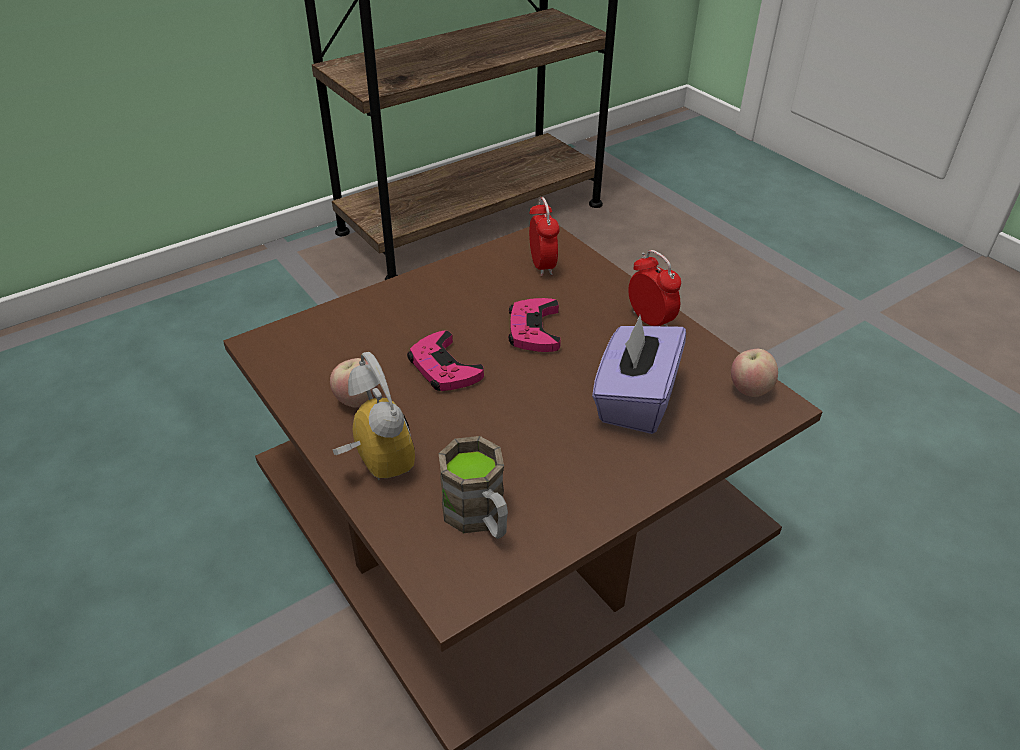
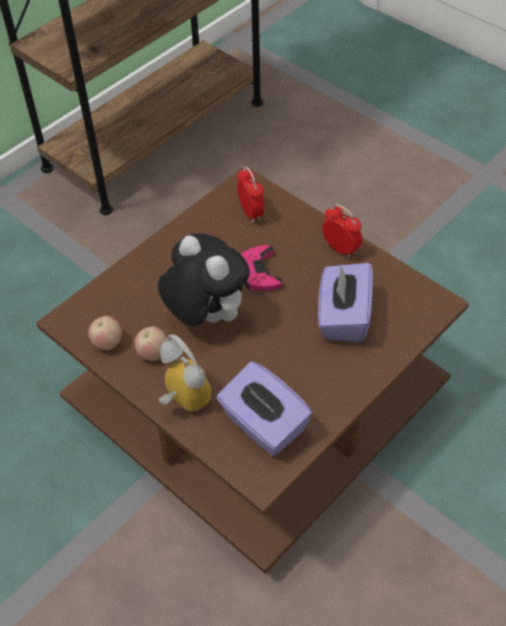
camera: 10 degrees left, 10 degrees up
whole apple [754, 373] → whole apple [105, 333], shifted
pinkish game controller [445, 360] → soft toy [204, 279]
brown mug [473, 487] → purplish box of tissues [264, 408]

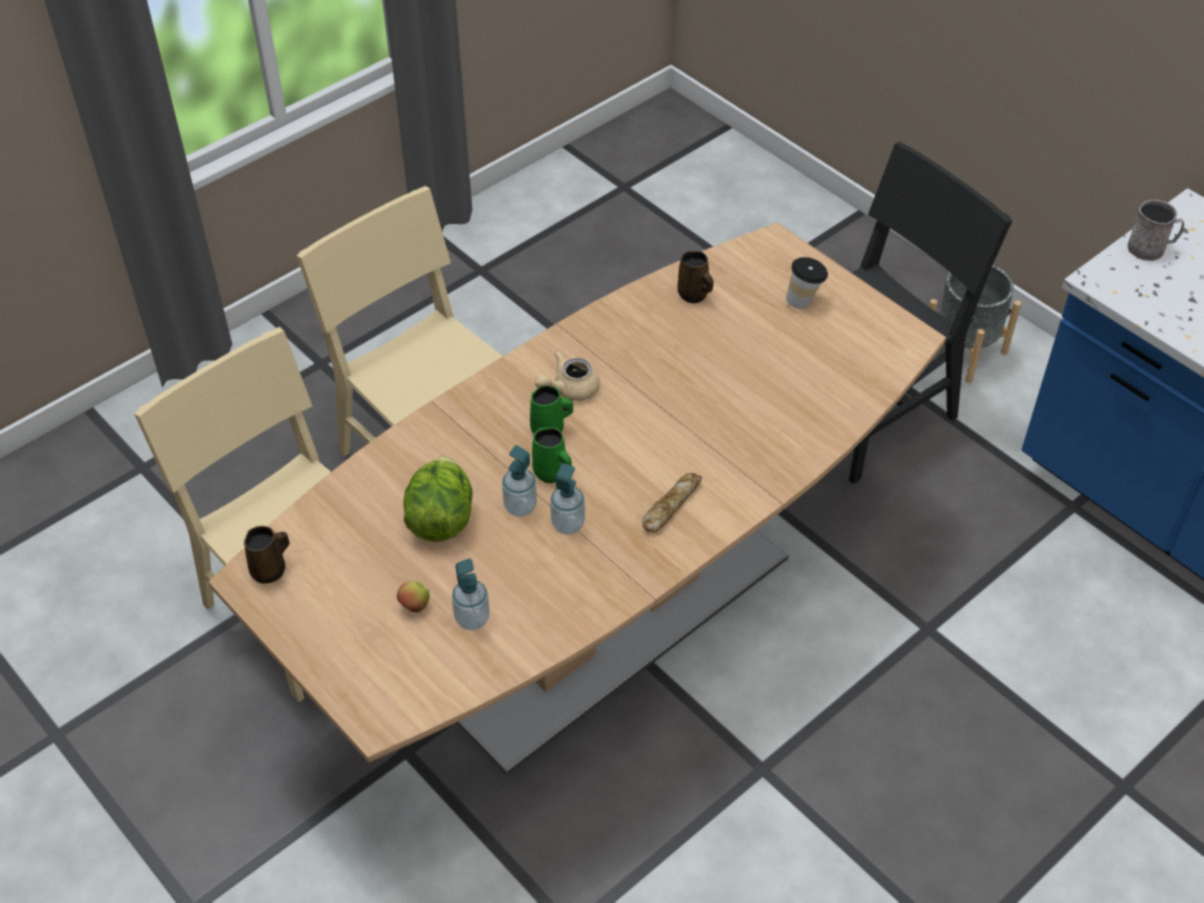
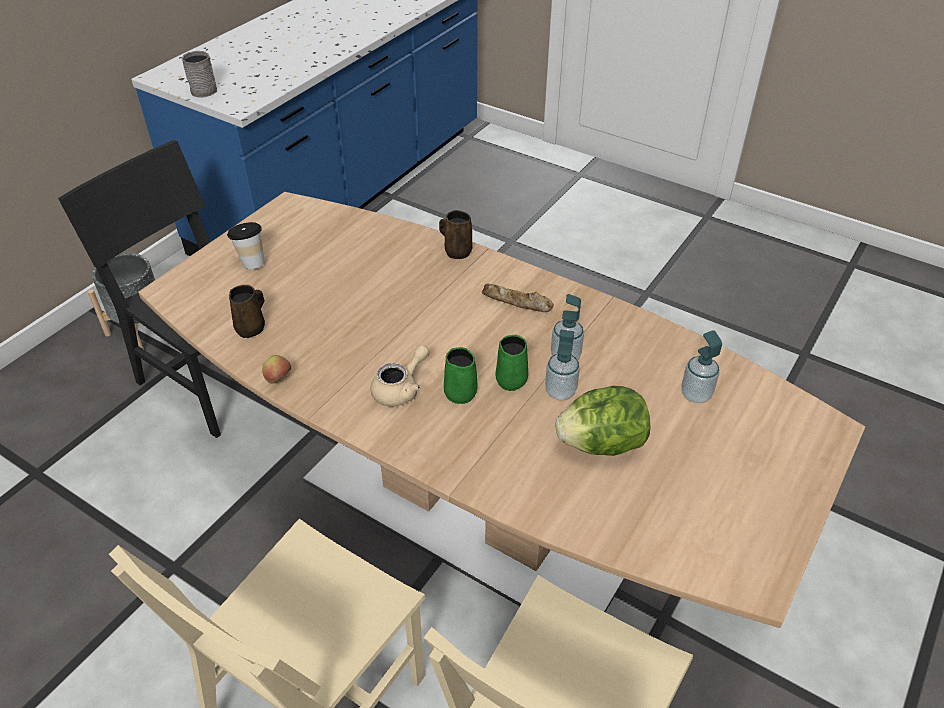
camera: 105 degrees left, 5 degrees down
whole apple [413, 597] → whole apple [276, 369], shifted
sand-coloured teapot [567, 376] → sand-coloured teapot [399, 376], 90 degrees counterclockwise
brown mug [267, 555] → brown mug [455, 234], shifted

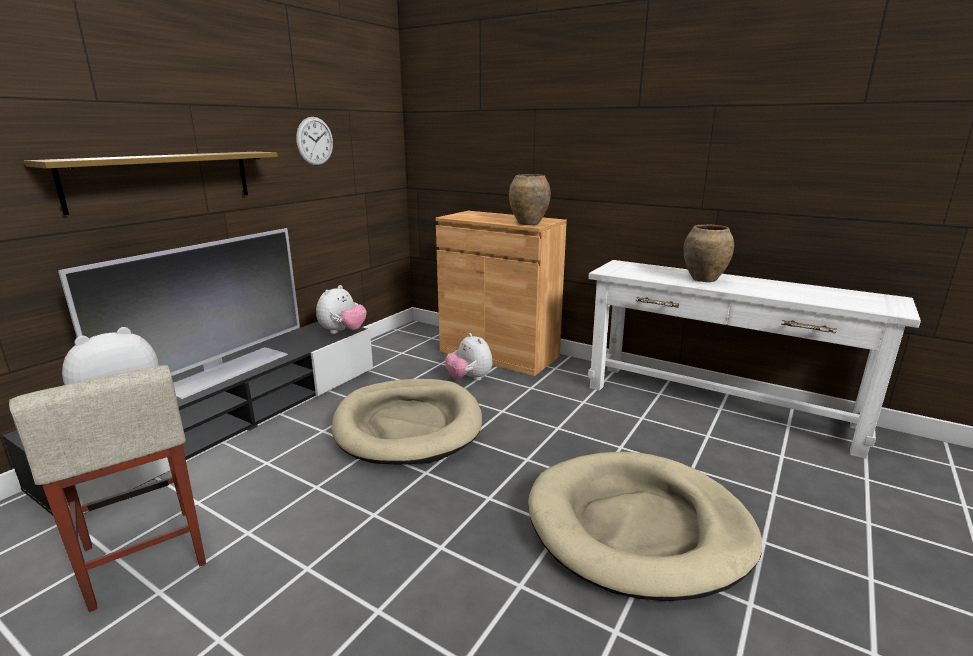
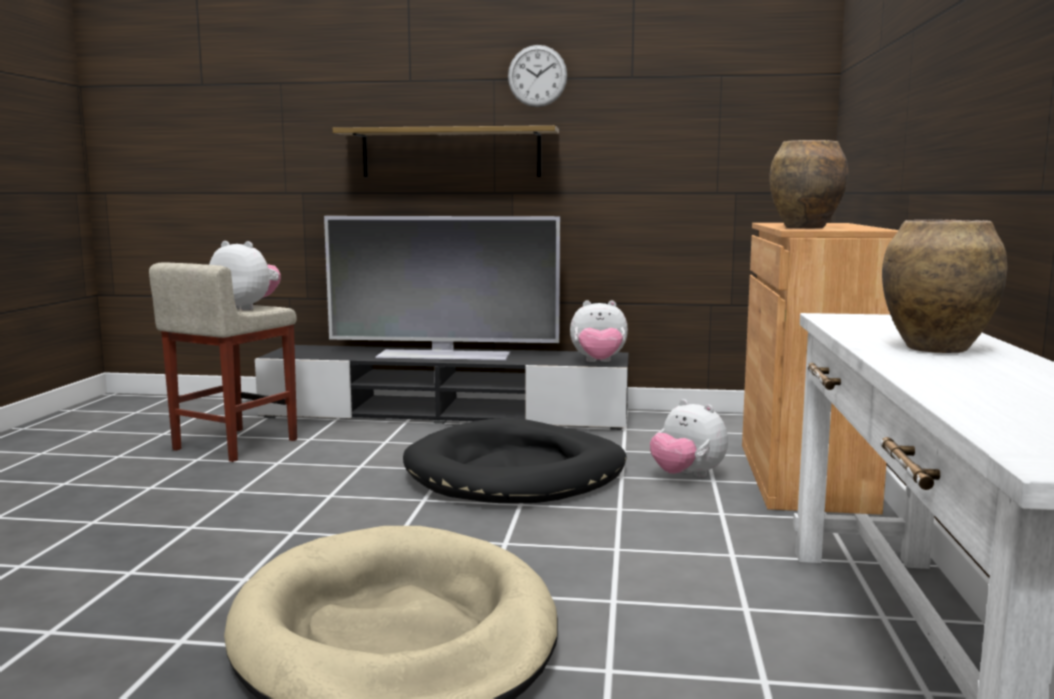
camera: 65 degrees right, 10 degrees down
sand-coloured dog cushion [407, 422] → black dog cushion [515, 460]
wall clock [314, 141] → wall clock [537, 76], shifted
soft toy [469, 357] → soft toy [689, 438], 75 degrees counterclockwise

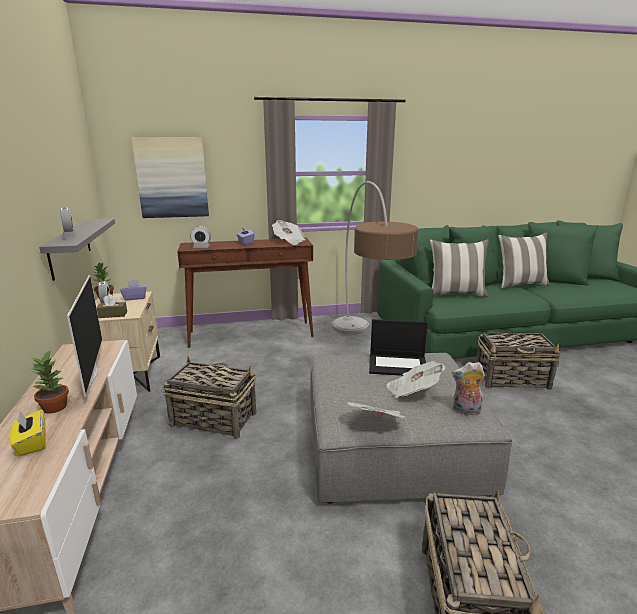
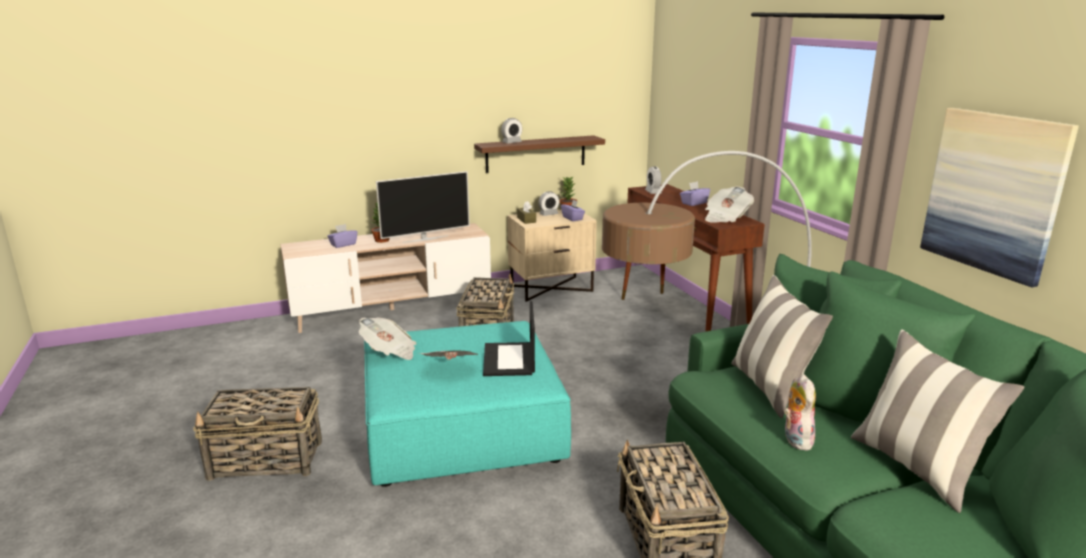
camera: 80 degrees right, 0 degrees up
yellow-coloured box of tissues [28, 433] → purplish box of tissues [342, 236]
gray ottoman [411, 428] → blue-green ottoman [467, 404]
gray bracket shelf [77, 249] → brown bracket shelf [539, 154]
soft toy [468, 388] → soft toy [800, 412], shifted
wall art [170, 177] → wall art [999, 197], shifted

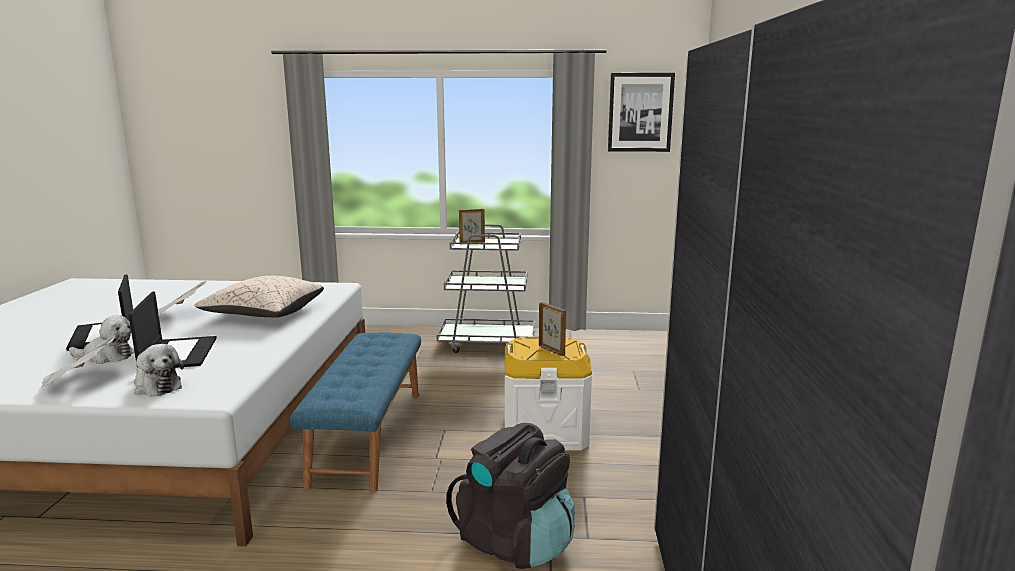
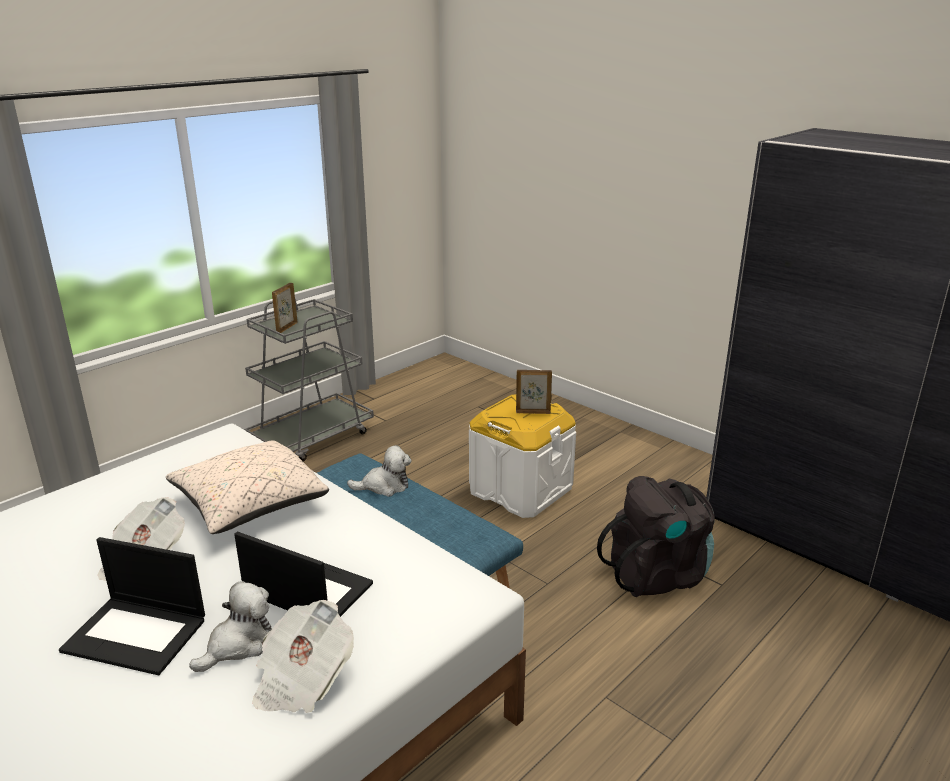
camera: 50 degrees left, 10 degrees up
soft toy [159, 370] → soft toy [379, 471], shifted
wall art [641, 112] → -

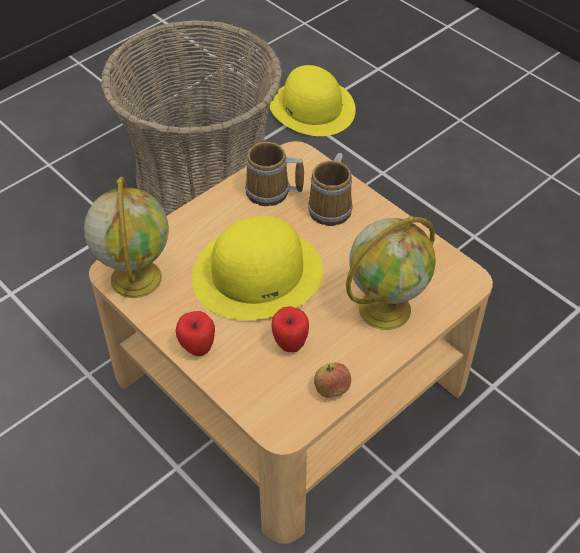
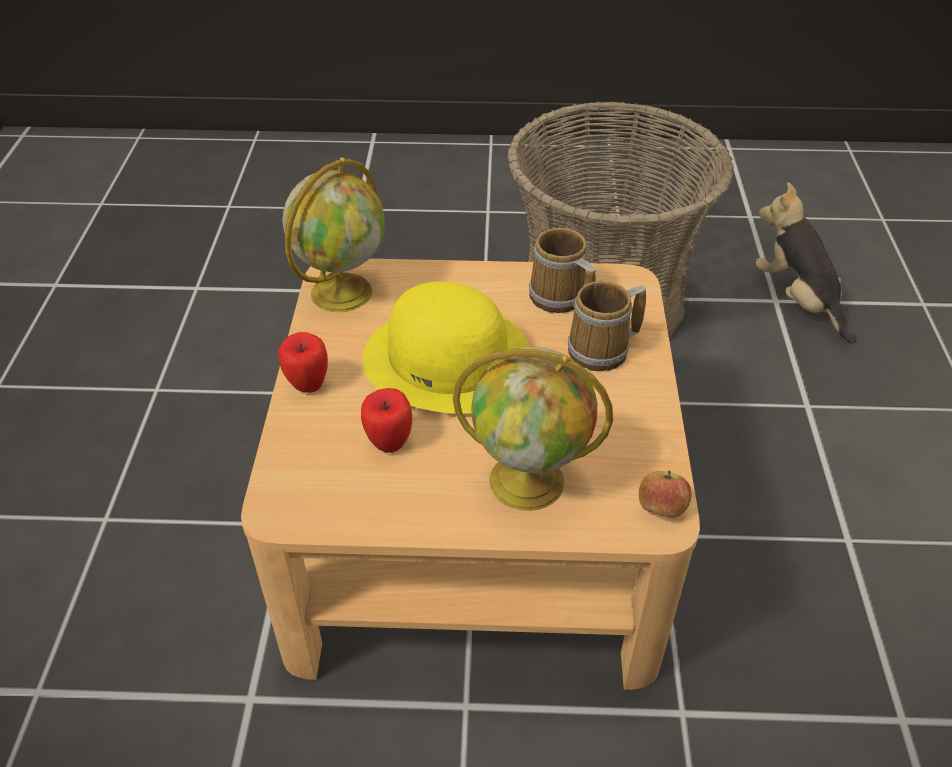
camera: 45 degrees right, 5 degrees down
whole apple [332, 380] → whole apple [665, 494], shifted
yellow-coloured wearable hat [313, 100] → soft toy [806, 263]

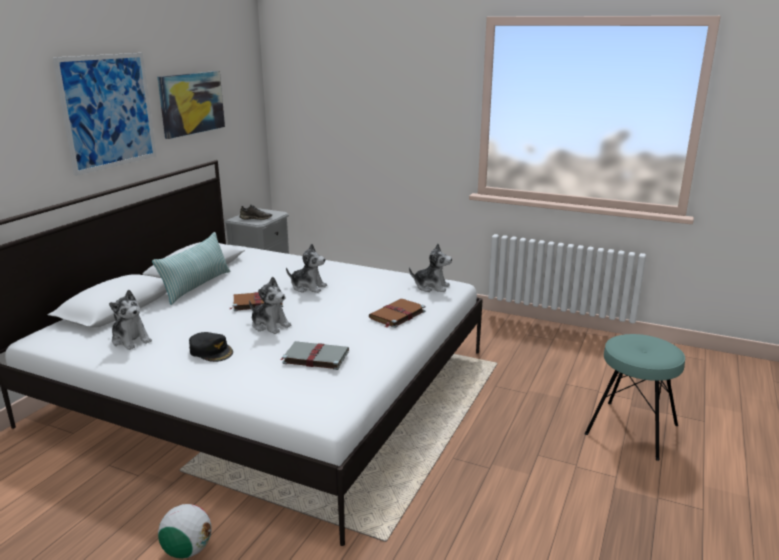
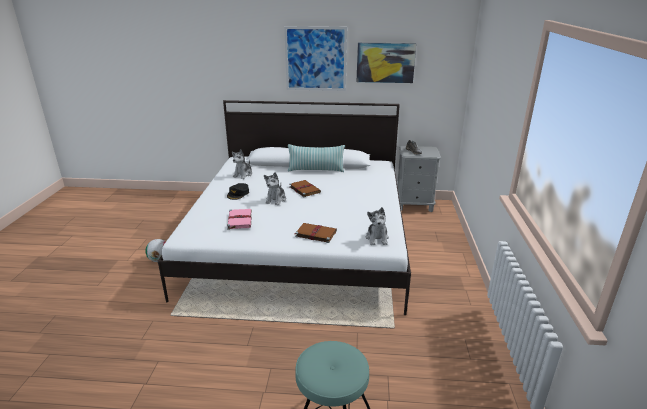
camera: 70 degrees right, 5 degrees up
gray volume [314, 355] → pinkish volume [239, 219]
soft toy [306, 268] → -

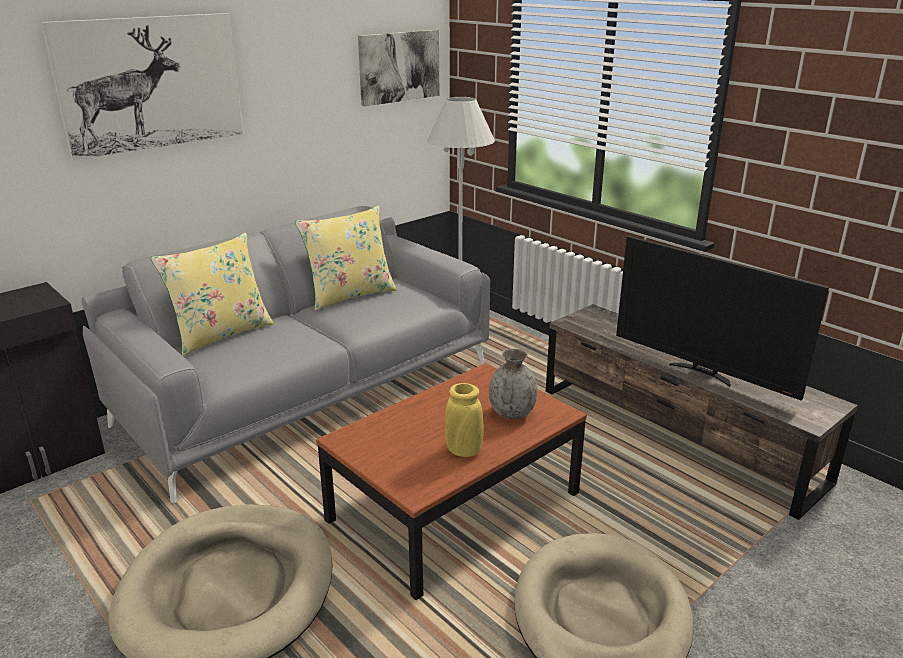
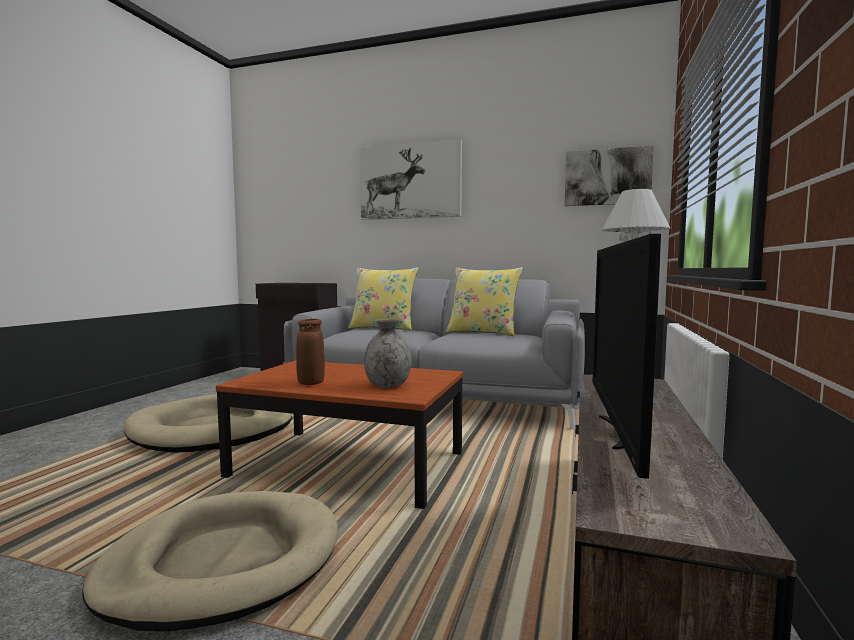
camera: 60 degrees right, 20 degrees down
yellow-coloured decorative vase [464, 420] → brown decorative vase [310, 352]

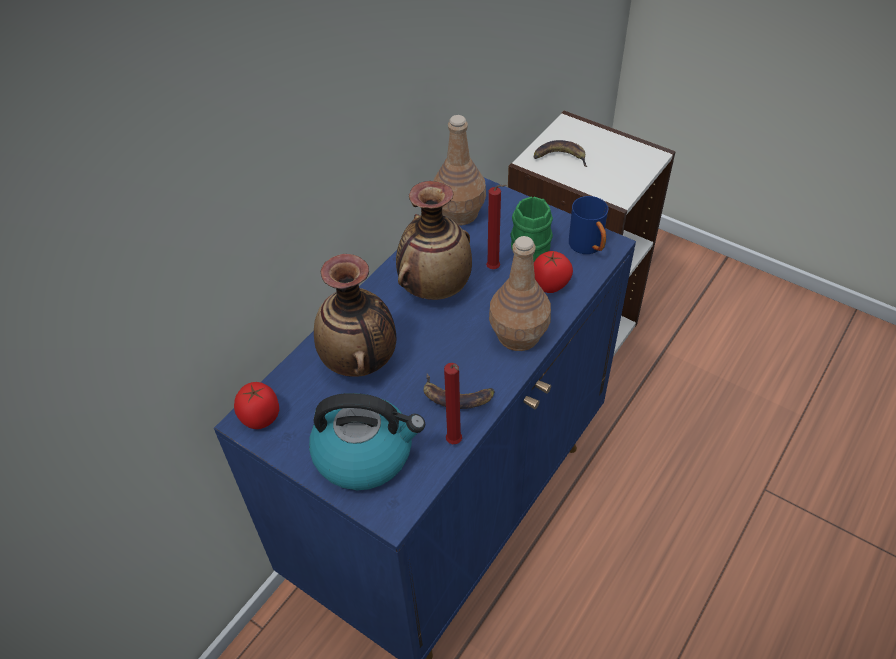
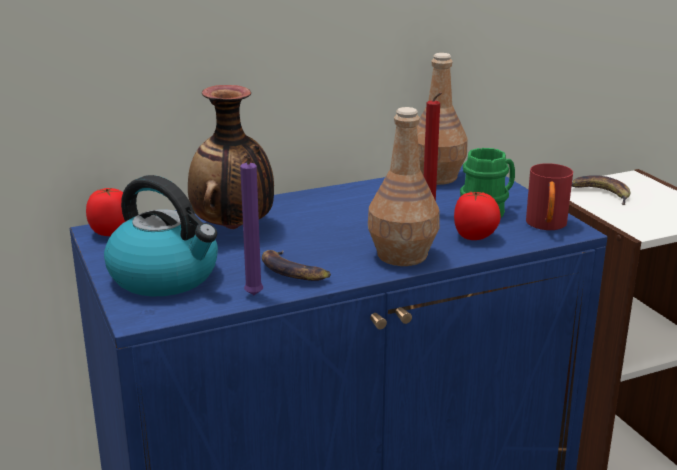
camera: 30 degrees right, 25 degrees down
red-coloured candle [453, 403] → purplish candle [251, 225]
bluish mug [588, 225] → red-coloured mug [549, 196]
decorative vase [434, 240] → -

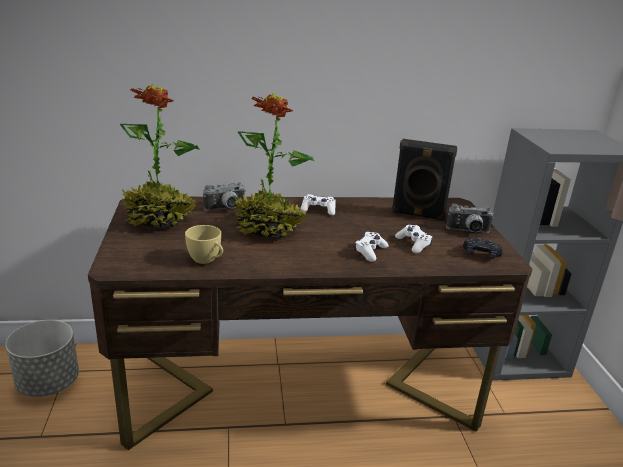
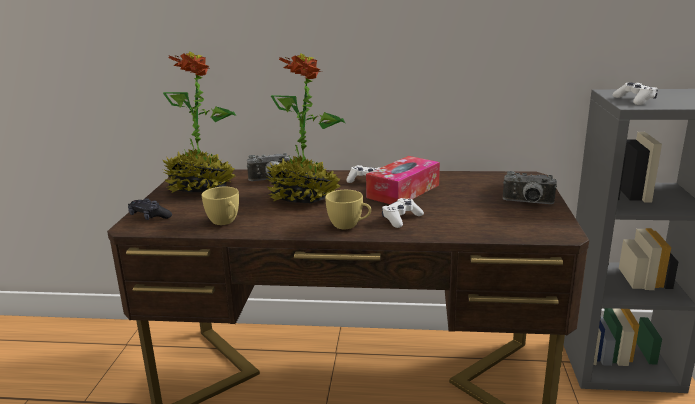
camera: 15 degrees right, 5 degrees down
black game controller [483, 248] → black game controller [150, 209], shifted
- → yellow-coloured drinking cup [348, 209]
- → box of tissues [403, 180]
whitish game controller [414, 239] → whitish game controller [635, 93], shifted
gray plant pot [42, 358] → -
black speaker [424, 180] → -

